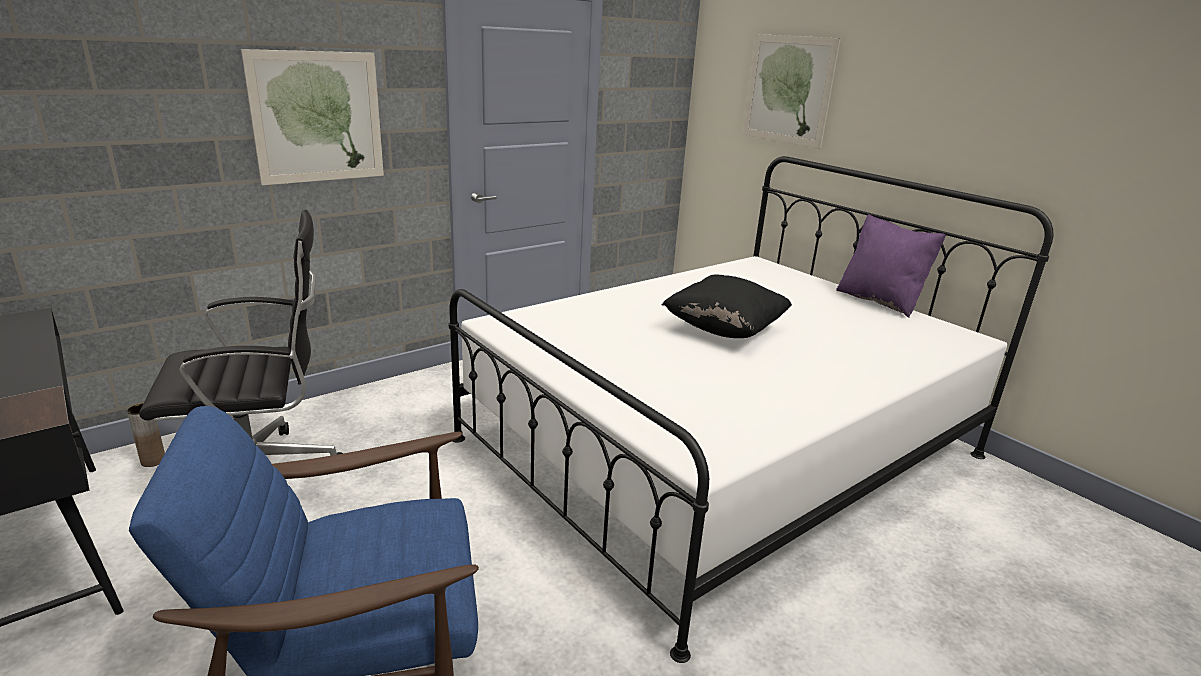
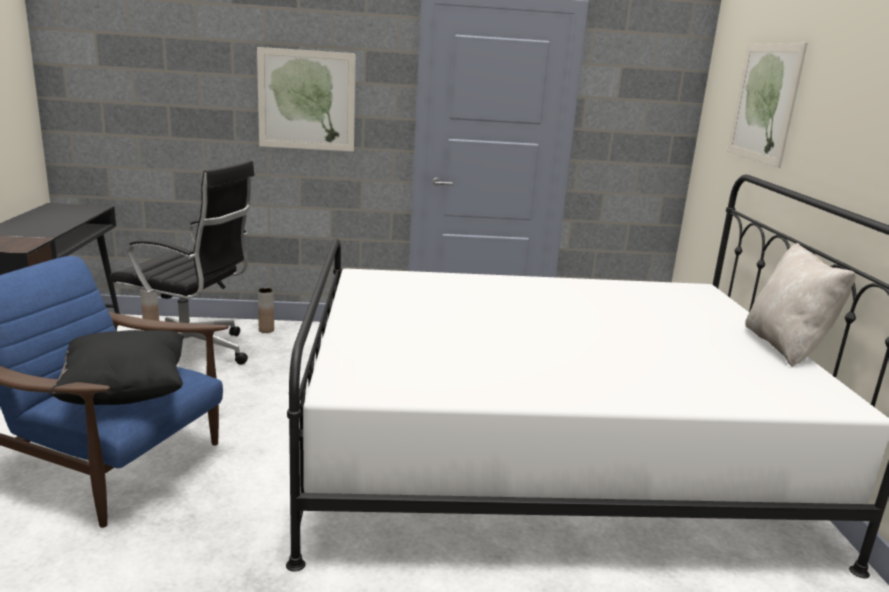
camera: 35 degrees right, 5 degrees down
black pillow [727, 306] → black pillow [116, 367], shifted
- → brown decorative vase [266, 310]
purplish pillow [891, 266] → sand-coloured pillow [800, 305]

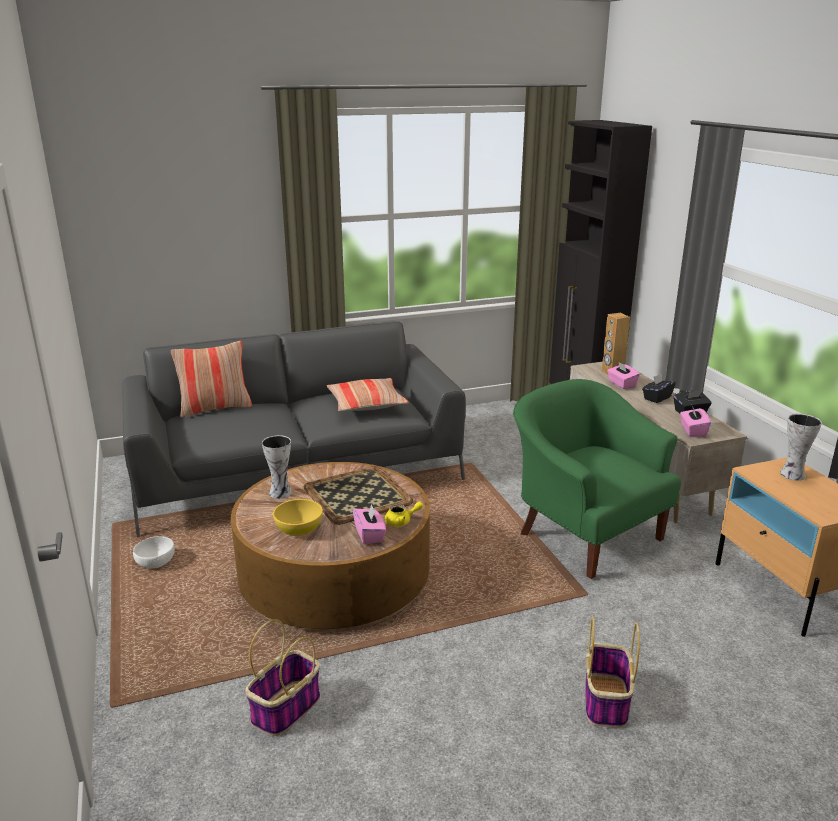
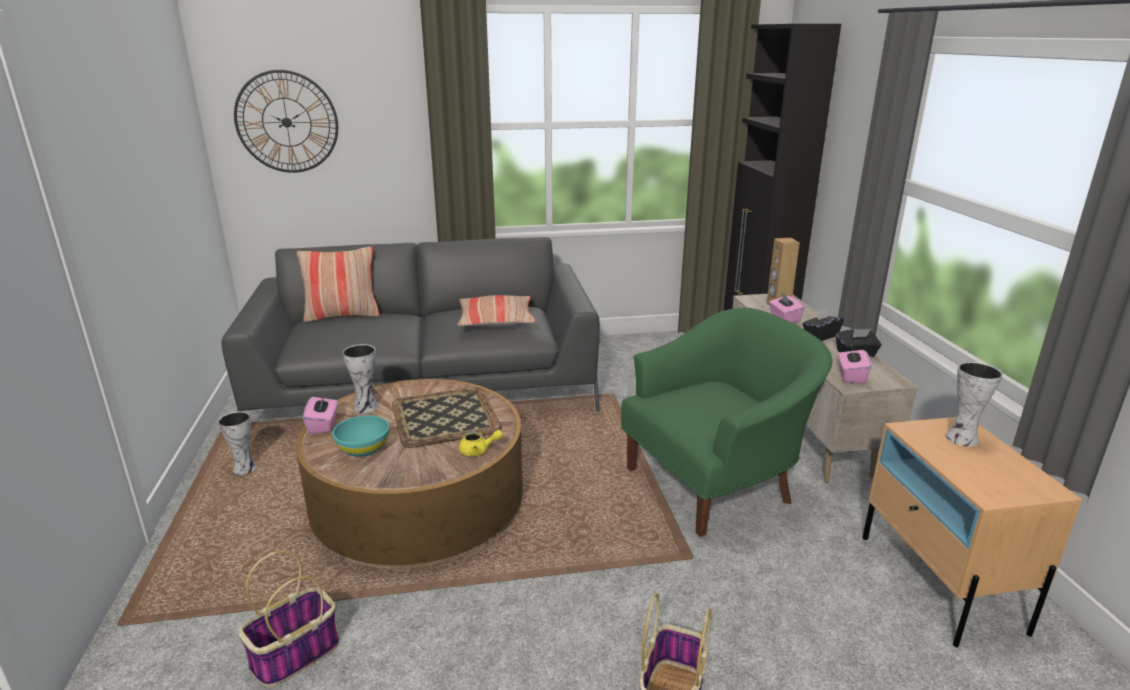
camera: 10 degrees right, 0 degrees up
whitish serving bowl [154, 552] → decorative vase [237, 443]
- → wall clock [286, 121]
pinkish box of tissues [369, 524] → pinkish box of tissues [320, 413], shifted
yellow-coloured serving bowl [298, 517] → blue-green serving bowl [360, 436]
green easy chair [597, 479] → green easy chair [726, 422], 90 degrees clockwise

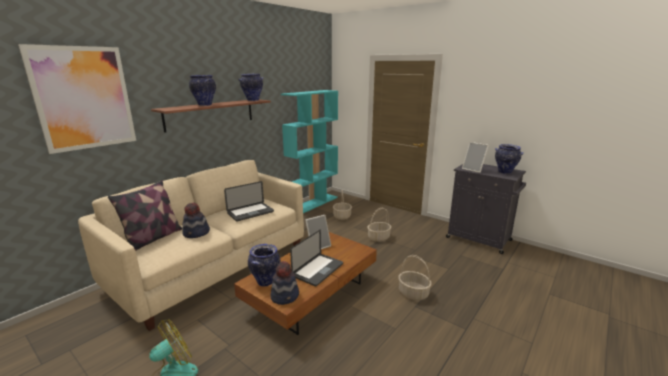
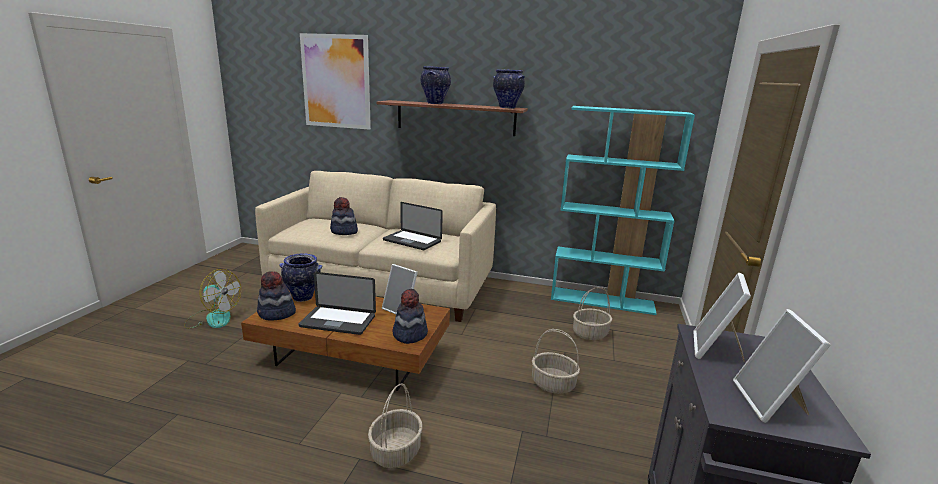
camera: 65 degrees right, 0 degrees up
- → wearable hat [410, 316]
decorative vase [509, 159] → standing frame [782, 366]
pillow [145, 216] → -

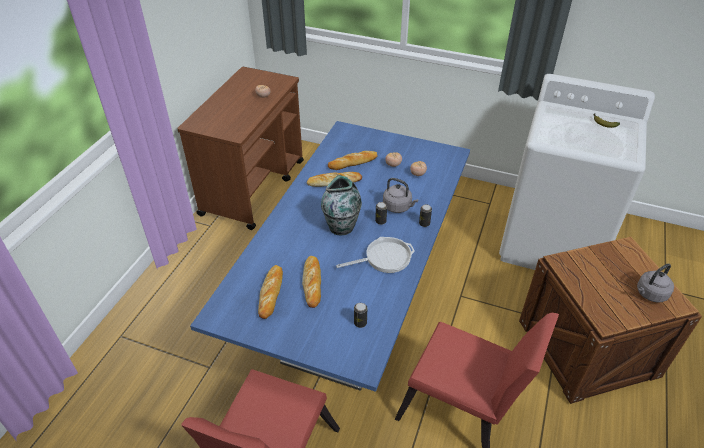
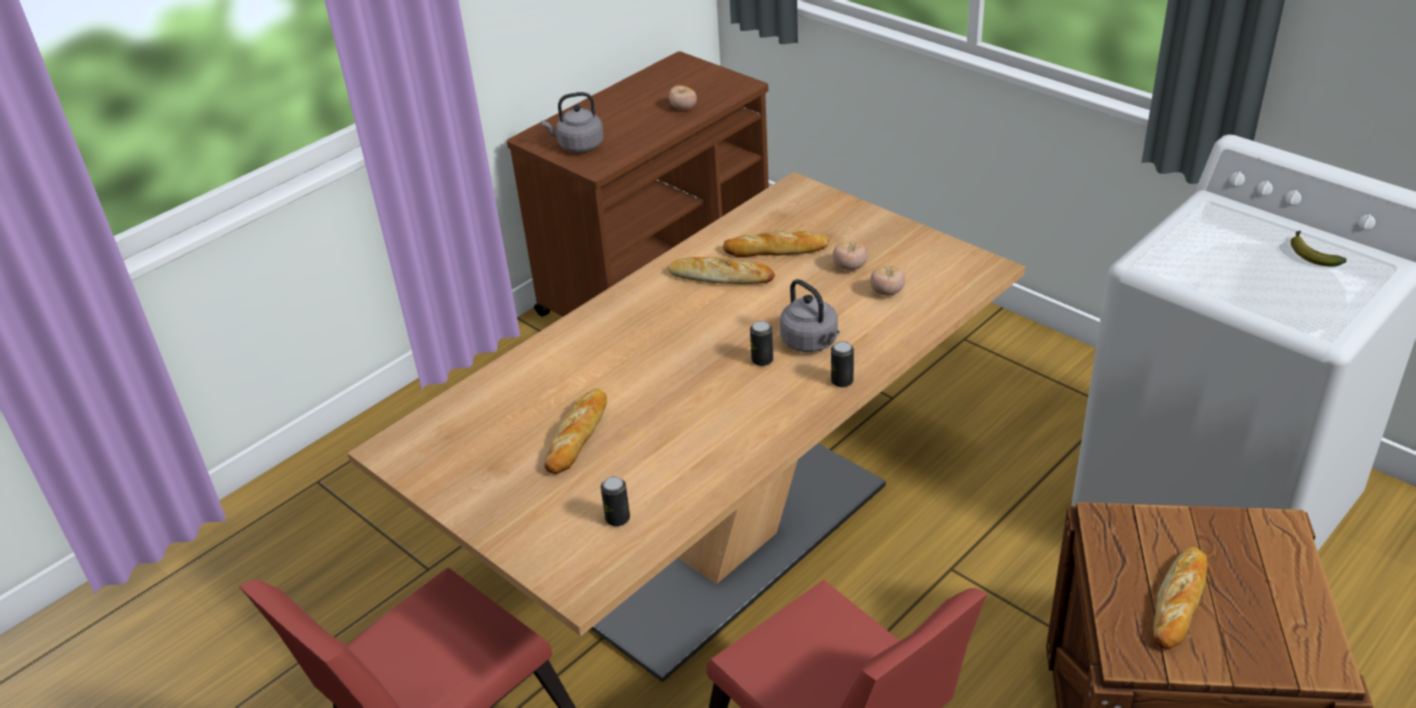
camera: 25 degrees right, 5 degrees down
bluish kitchen table [330, 256] → sand-coloured kitchen table [686, 427]
gray kettle [655, 283] → gray kettle [572, 122], shifted
bread [270, 292] → bread [1180, 598], shifted
decorative vase [341, 205] → -
pan [375, 255] → -

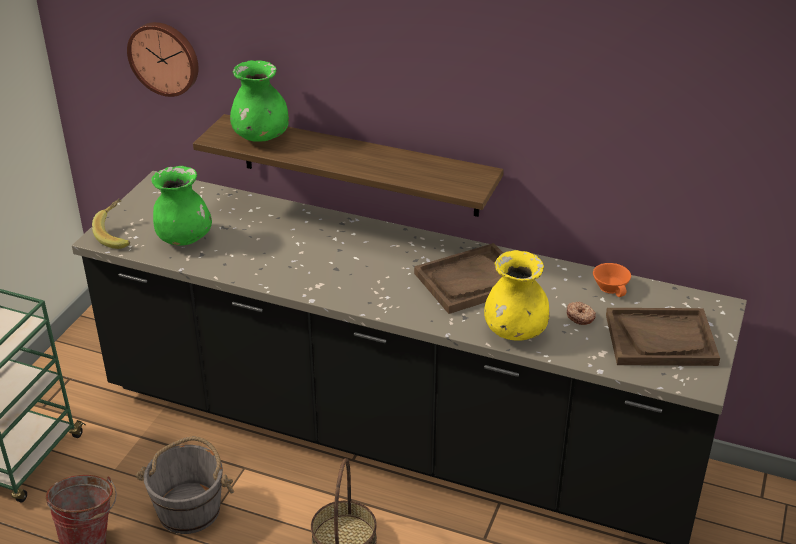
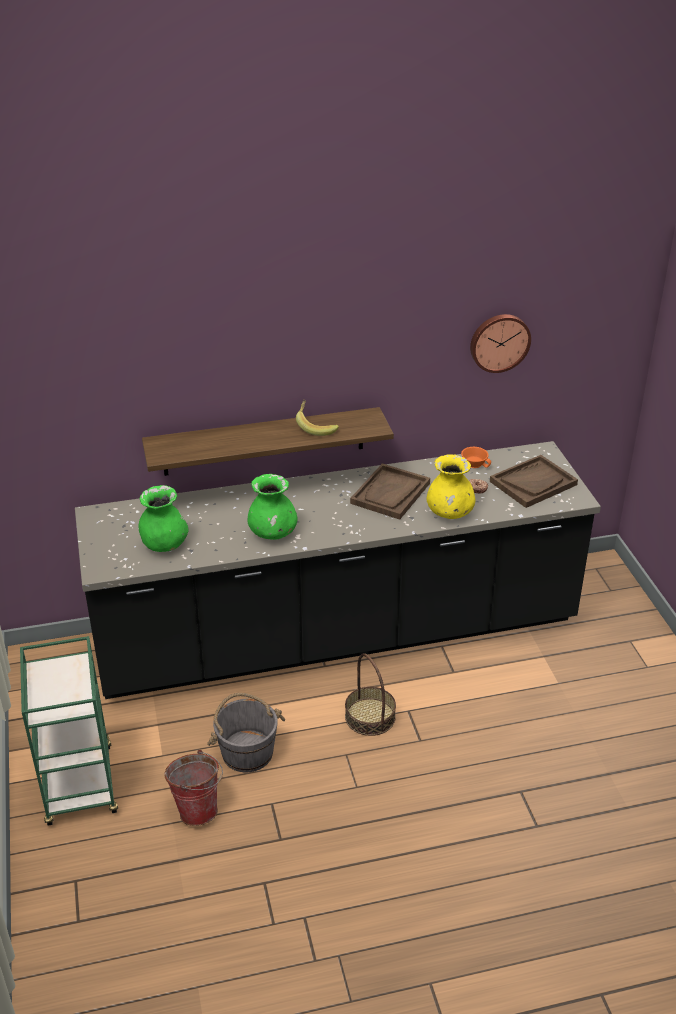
camera: 35 degrees left, 0 degrees up
green decorative vase [259, 101] → green decorative vase [272, 507], shifted
whole banana [111, 224] → whole banana [317, 418], shifted
wall clock [163, 59] → wall clock [500, 343], shifted

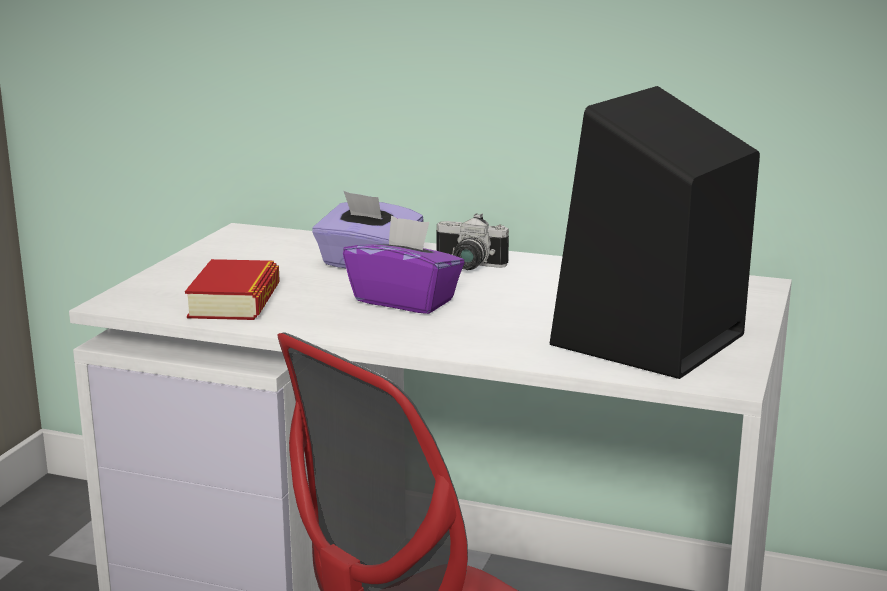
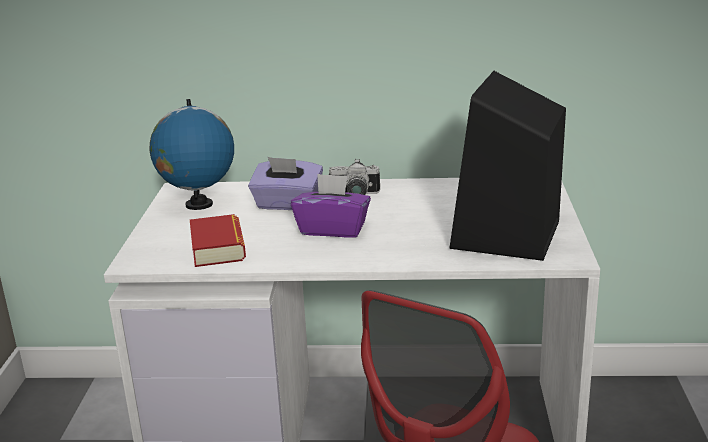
camera: 15 degrees left, 5 degrees up
- → desk globe [192, 154]

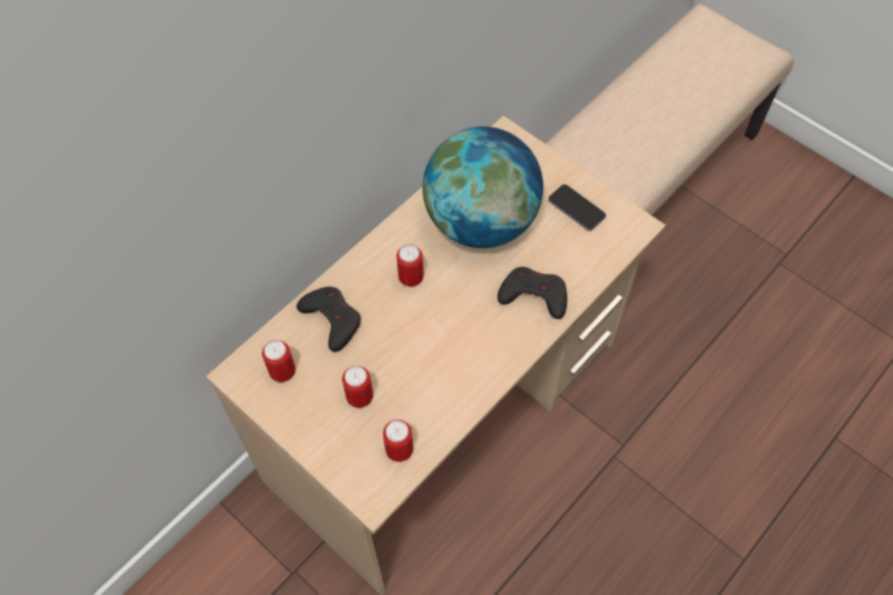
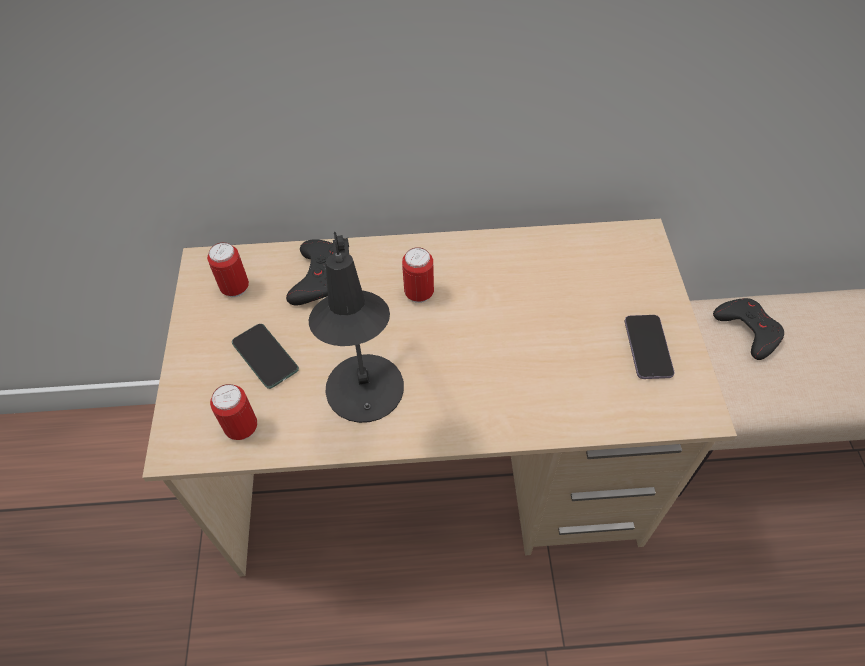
camera: 45 degrees right, 5 degrees down
can [357, 387] → telephone [265, 356]
- → black tabletop lamp [356, 327]
black game controller [532, 293] → black game controller [748, 329], shifted
desk globe [482, 187] → -

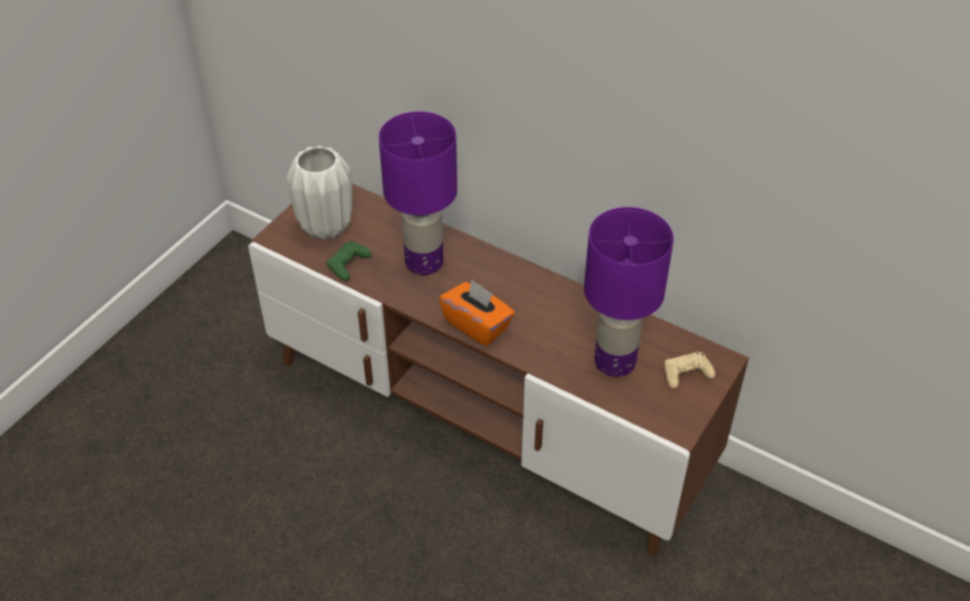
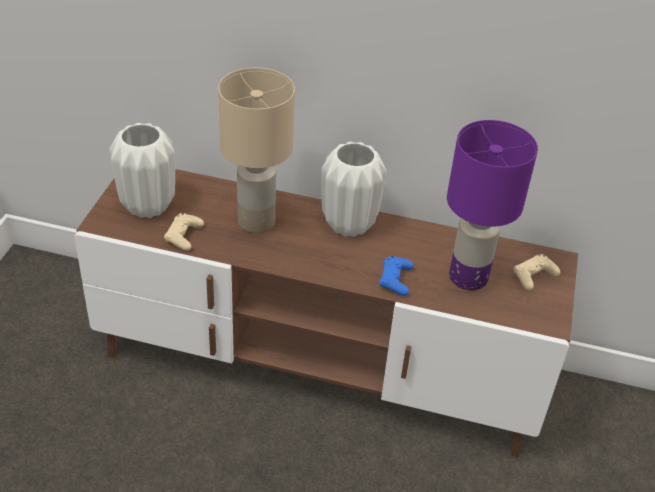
camera: 20 degrees left, 5 degrees down
green game controller [348, 261] → sand-coloured game controller [184, 232]
purplish tabletop lamp [418, 193] → sand-coloured tabletop lamp [256, 151]
- → whitish decorative vase [354, 189]
- → bluish game controller [397, 276]
orangey box of tissues [477, 313] → -

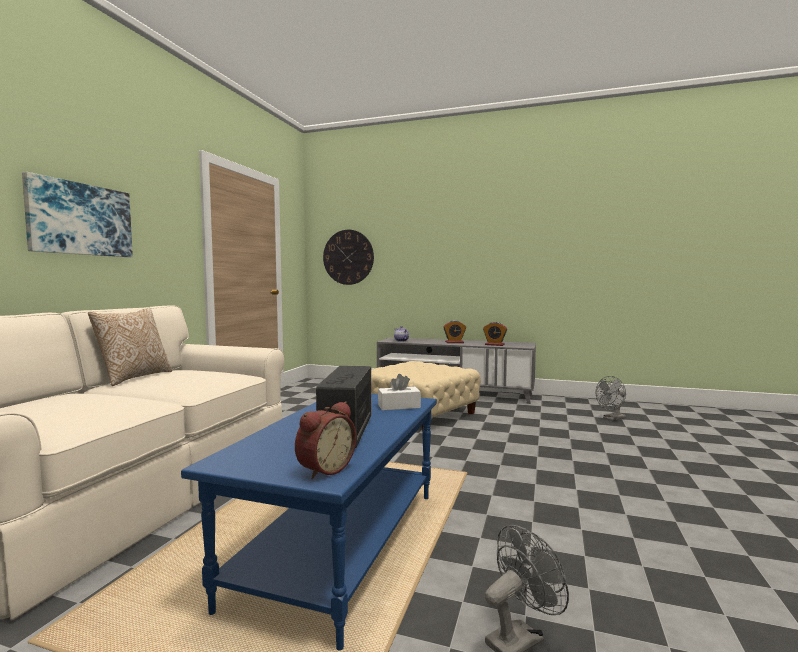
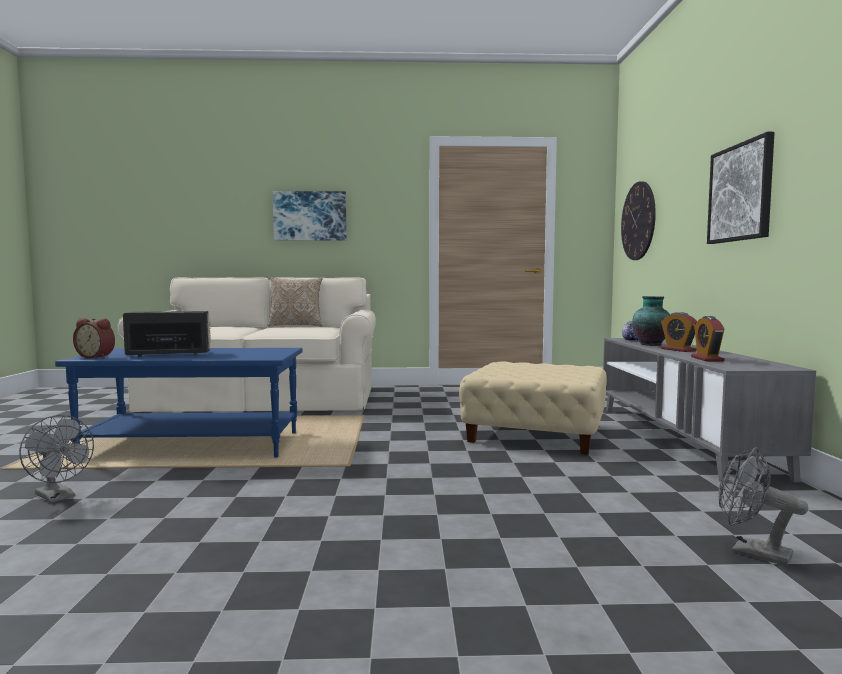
camera: 70 degrees right, 0 degrees up
- → decorative vase [651, 321]
- → wall art [741, 188]
whitish box of tissues [399, 392] → -

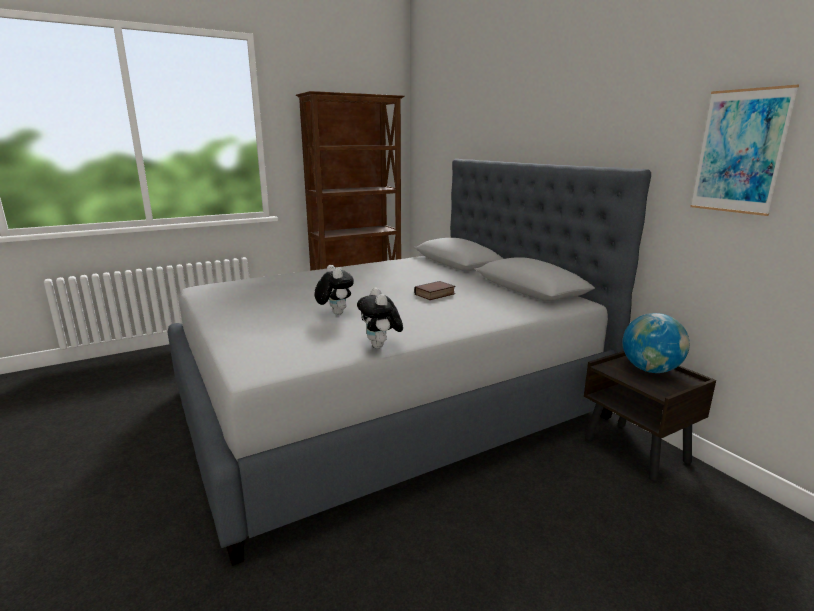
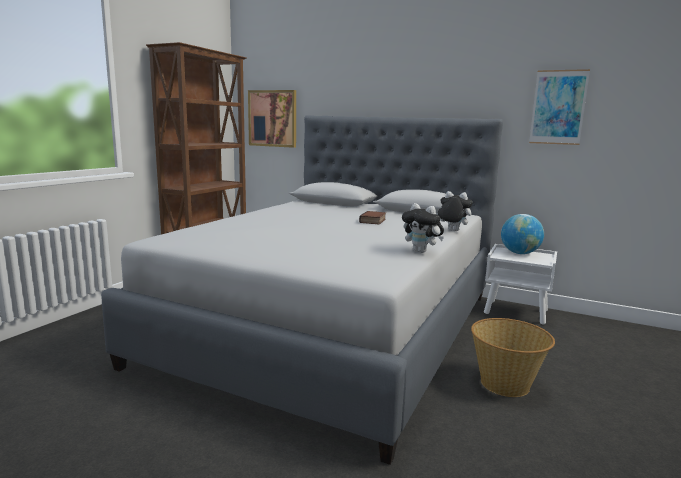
camera: 35 degrees left, 5 degrees down
- → wall art [272, 119]
soft toy [334, 290] → soft toy [454, 211], shifted
- → household basket [513, 357]
brown nightstand [650, 416] → whitish nightstand [520, 284]

